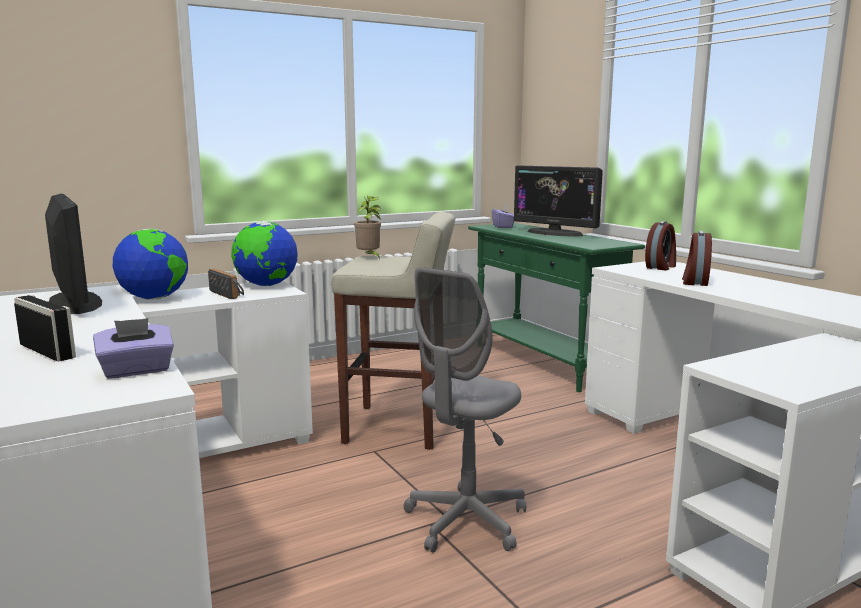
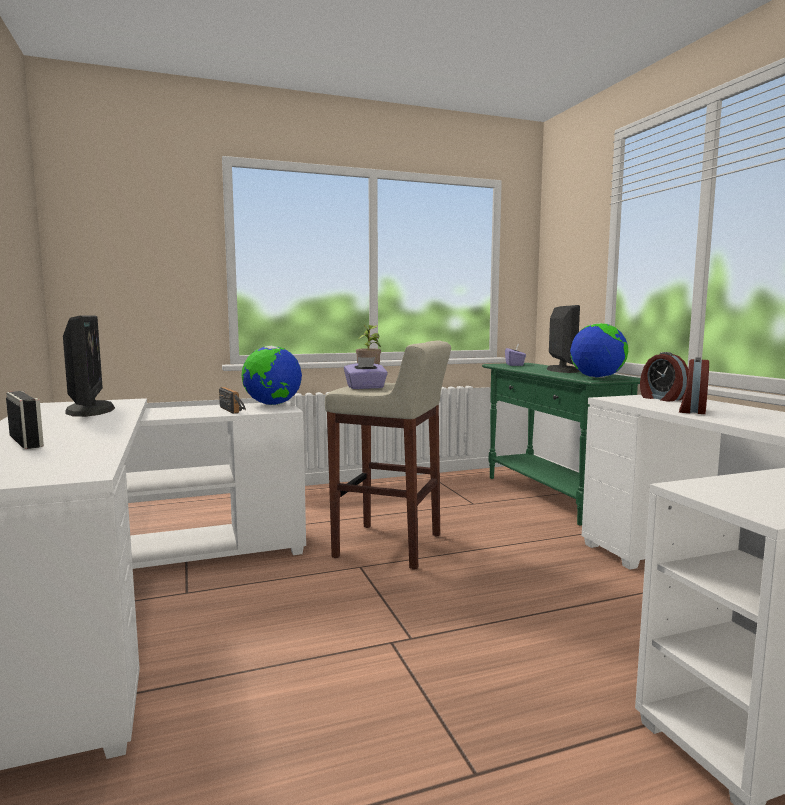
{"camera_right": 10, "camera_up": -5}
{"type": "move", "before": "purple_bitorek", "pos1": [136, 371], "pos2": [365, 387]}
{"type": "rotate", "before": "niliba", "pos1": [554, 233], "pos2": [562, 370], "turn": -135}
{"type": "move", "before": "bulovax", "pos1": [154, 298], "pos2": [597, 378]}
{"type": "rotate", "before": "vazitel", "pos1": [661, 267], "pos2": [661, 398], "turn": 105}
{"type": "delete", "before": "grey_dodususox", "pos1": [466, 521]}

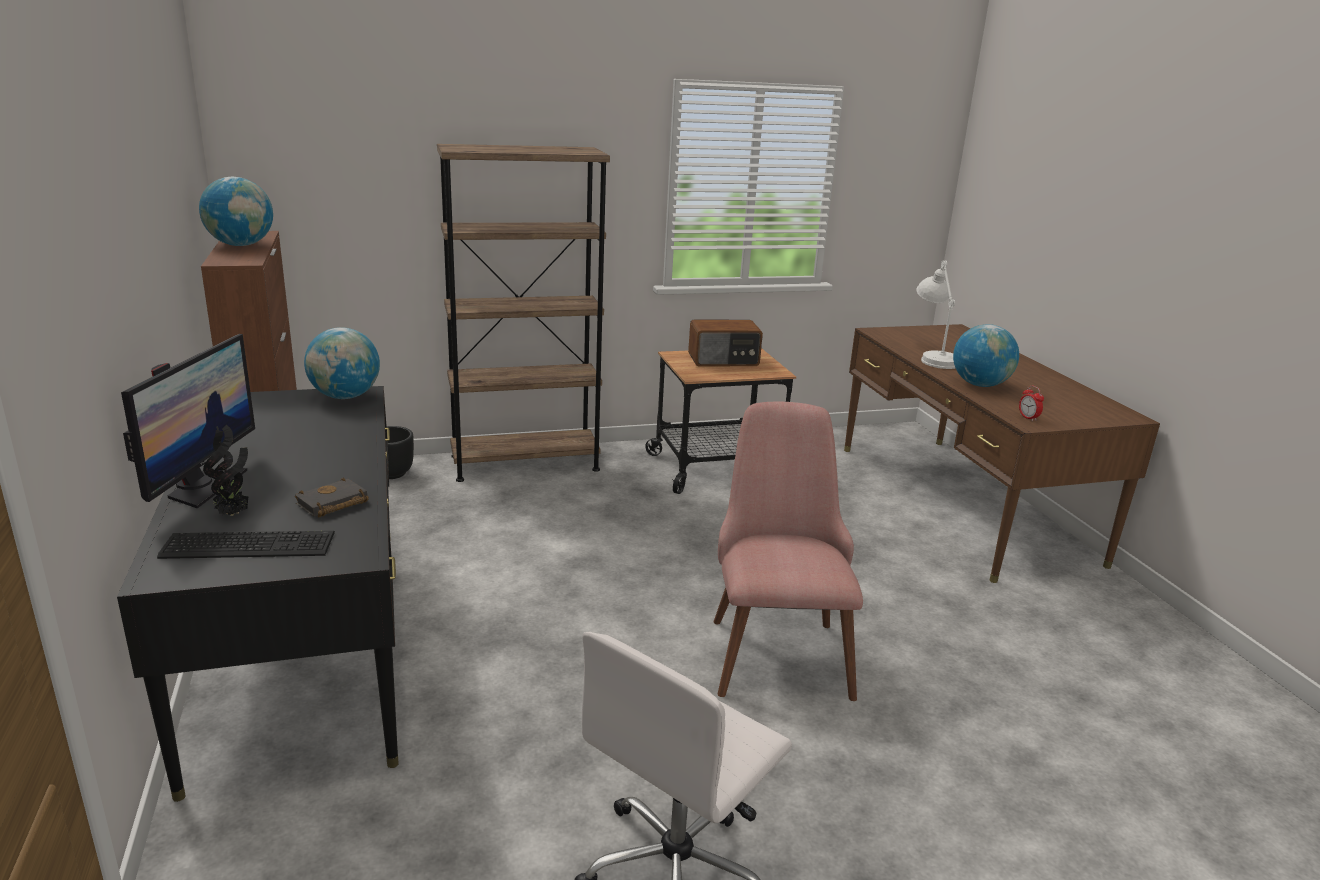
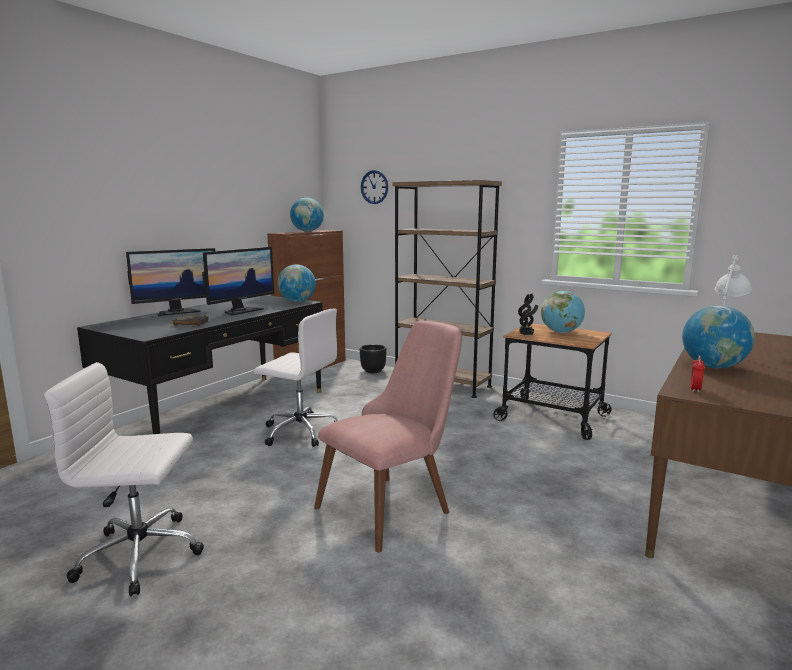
{"camera_right": 50, "camera_up": -10}
{"type": "insert", "after": "niliba", "pos2": [241, 311]}
{"type": "insert", "after": "white_dodususox", "pos2": [299, 431]}
{"type": "insert", "after": "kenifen", "pos2": [374, 187]}
{"type": "move", "before": "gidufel", "pos1": [234, 514], "pos2": [526, 336]}
{"type": "replace", "before": "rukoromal", "after": "bulovax", "pos1": [724, 360], "pos2": [561, 332]}
{"type": "delete", "before": "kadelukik", "pos1": [247, 544]}

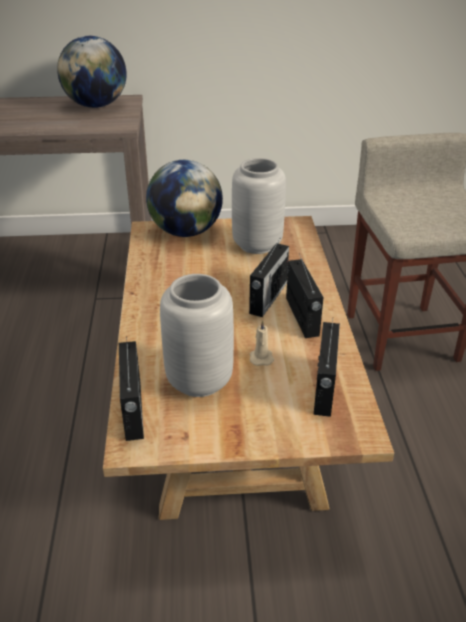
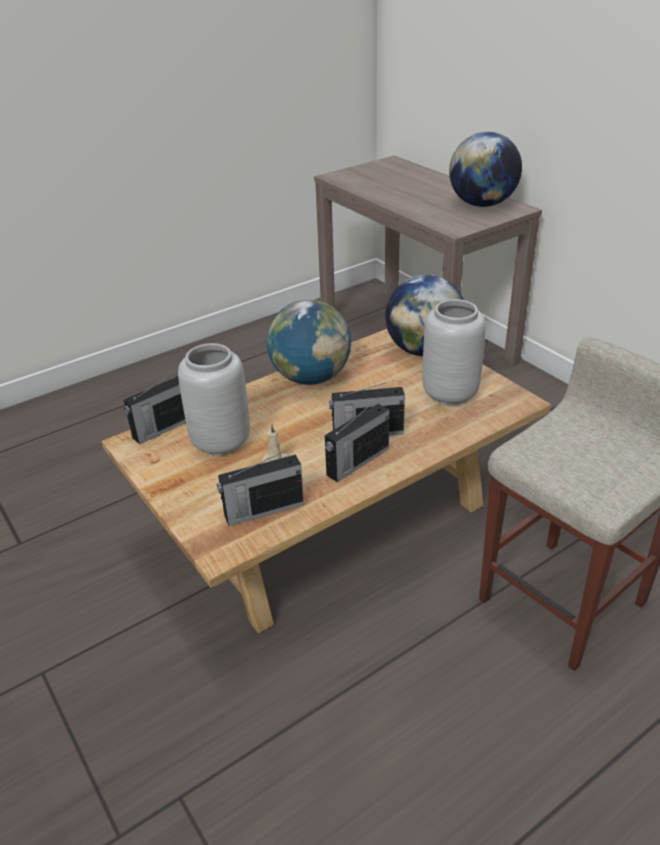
{"camera_right": 60, "camera_up": 0}
{"type": "insert", "after": "bulovax", "pos2": [311, 377]}

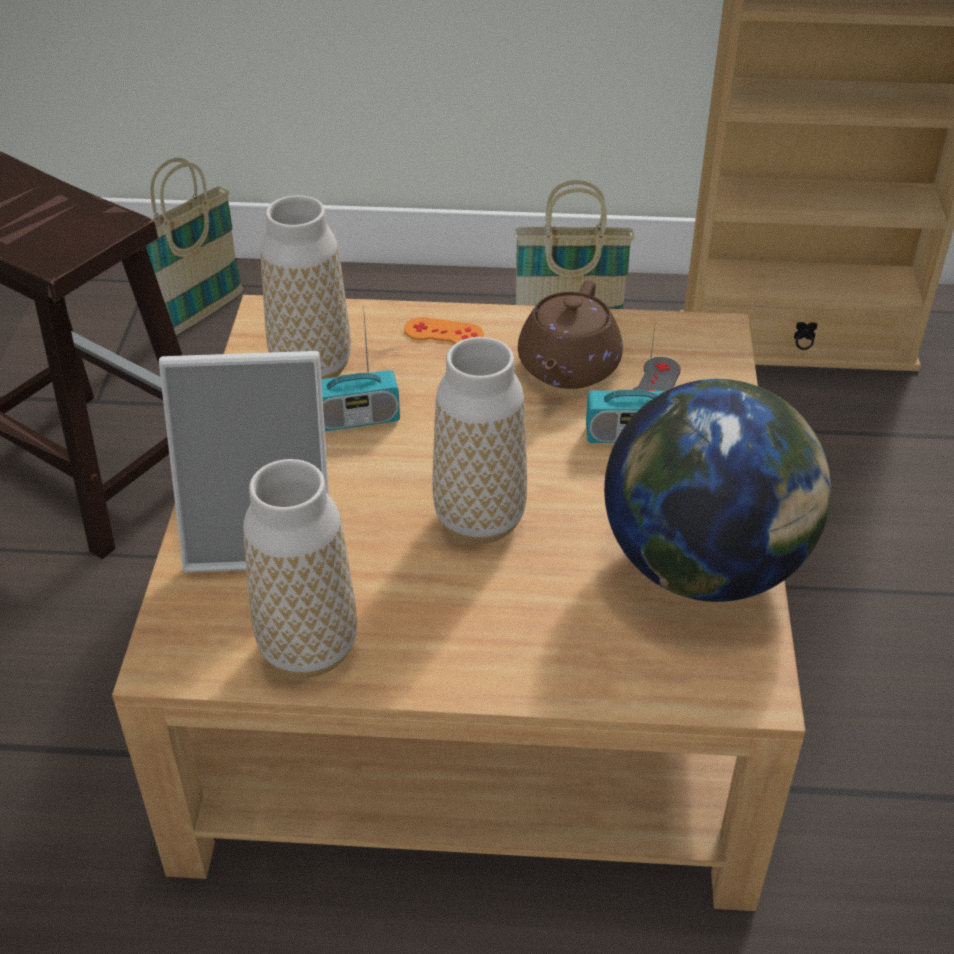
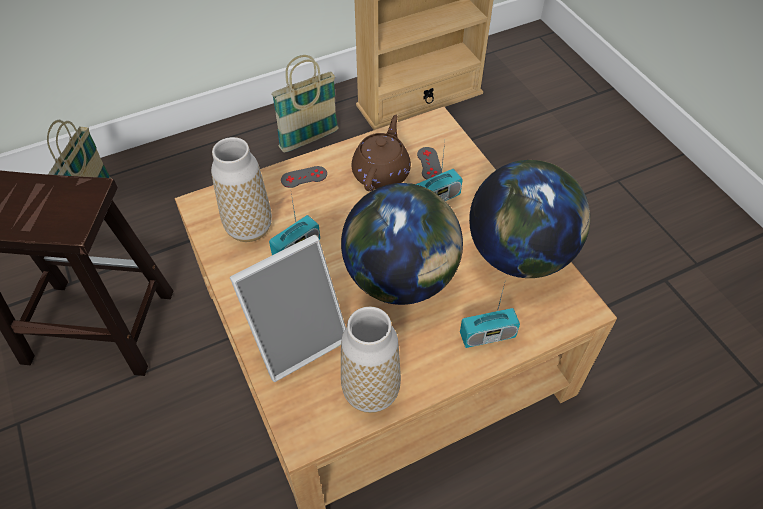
{"camera_right": -30, "camera_up": 10}
{"type": "recolor", "before": "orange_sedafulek", "after": "grey_sedafulek", "pos1": [443, 332], "pos2": [304, 177]}
{"type": "replace", "before": "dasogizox", "after": "bulovax", "pos1": [479, 520], "pos2": [401, 278]}
{"type": "rotate", "before": "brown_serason", "pos1": [567, 368], "pos2": [381, 172], "turn": -150}
{"type": "insert", "after": "rukoromal", "pos2": [487, 336]}

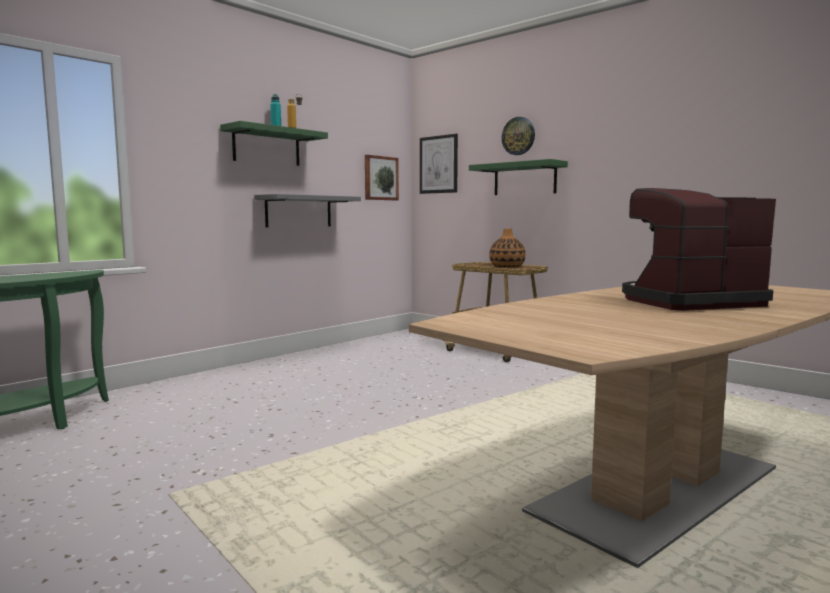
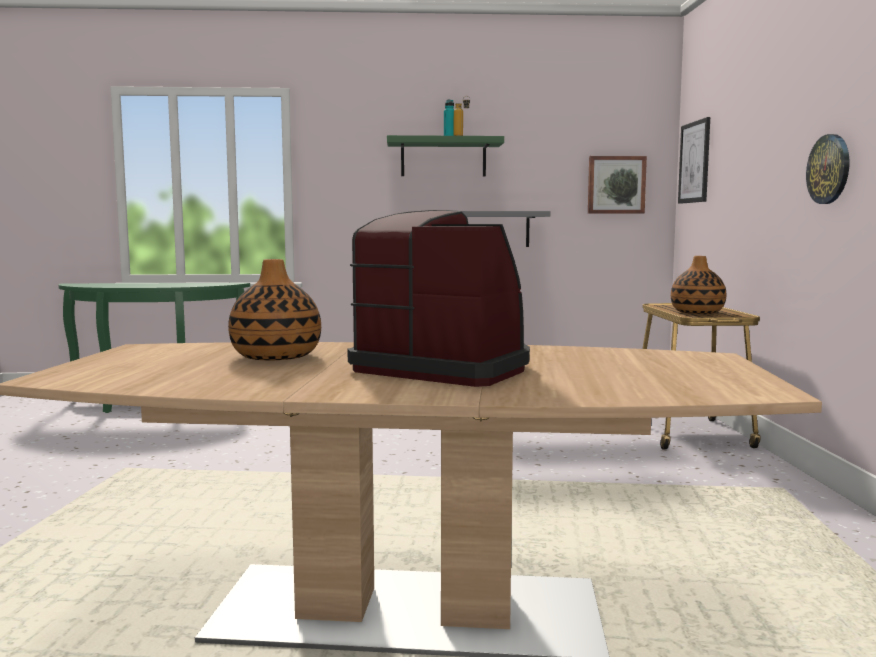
{"camera_right": 45, "camera_up": 0}
{"type": "insert", "after": "dasogizox", "pos2": [276, 356]}
{"type": "move", "before": "kenifen", "pos1": [518, 136], "pos2": [829, 169]}
{"type": "delete", "before": "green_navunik", "pos1": [524, 179]}

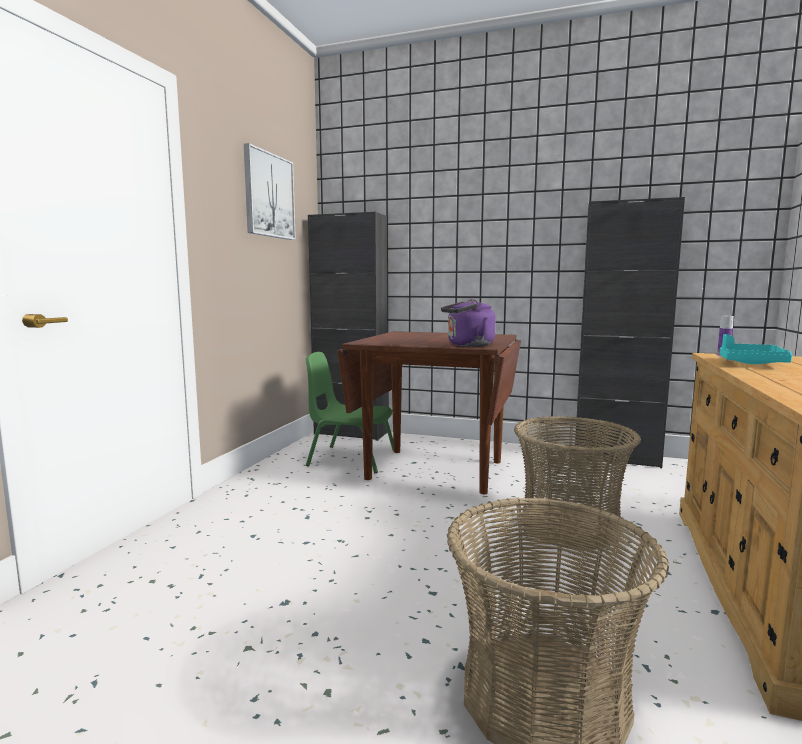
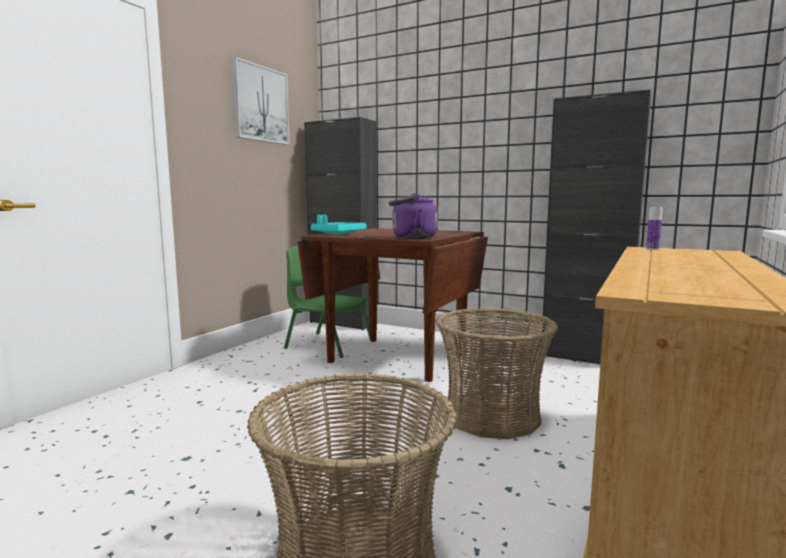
{"camera_right": 10, "camera_up": 0}
{"type": "move", "before": "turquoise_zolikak", "pos1": [749, 363], "pos2": [338, 234]}

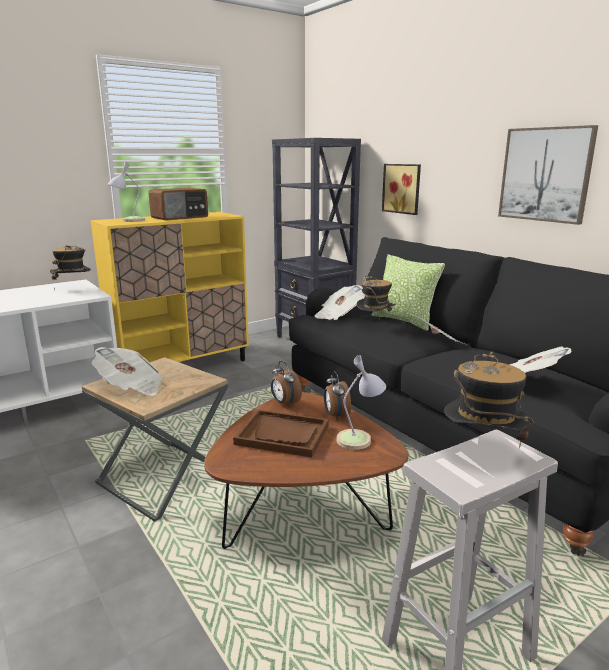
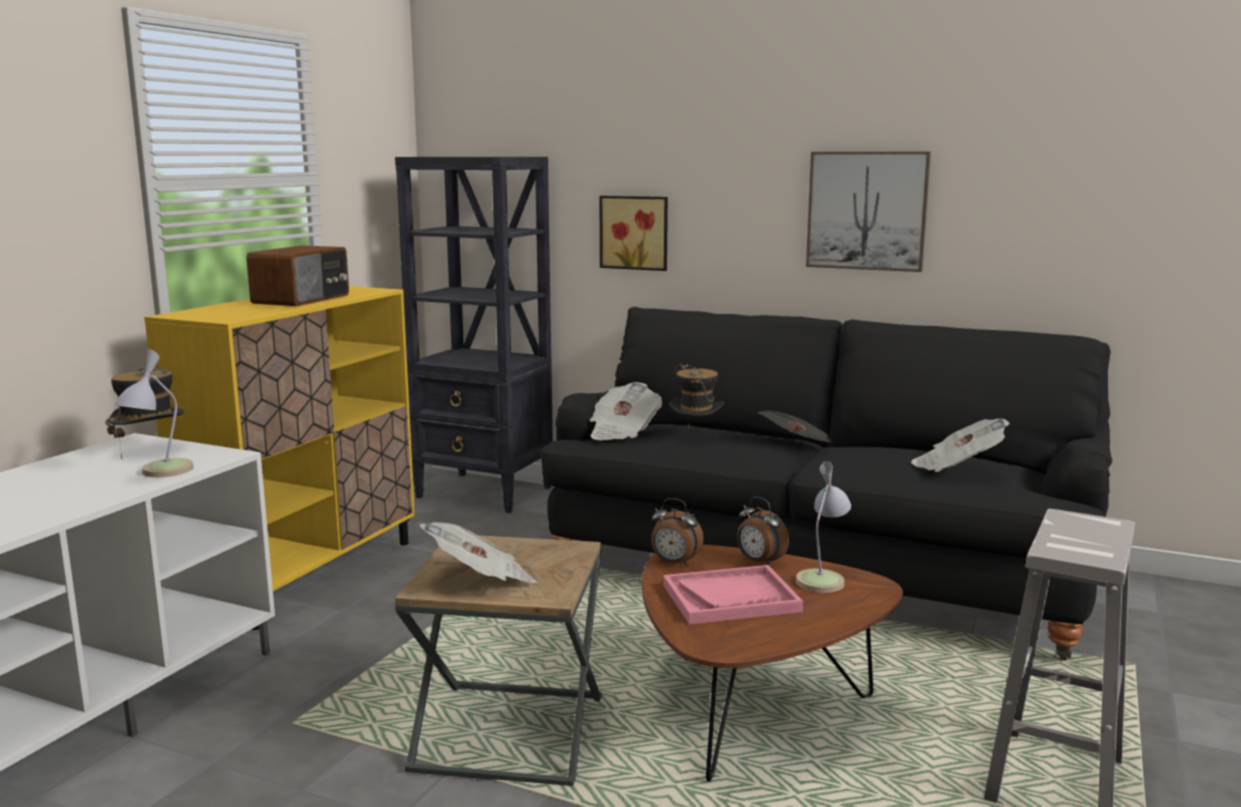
{"camera_right": -30, "camera_up": -5}
{"type": "move", "before": "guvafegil", "pos1": [128, 220], "pos2": [158, 473]}
{"type": "recolor", "before": "brown_zolikak", "after": "pink_zolikak", "pos1": [283, 435], "pos2": [731, 598]}
{"type": "delete", "before": "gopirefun", "pos1": [404, 321]}
{"type": "delete", "before": "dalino", "pos1": [482, 450]}

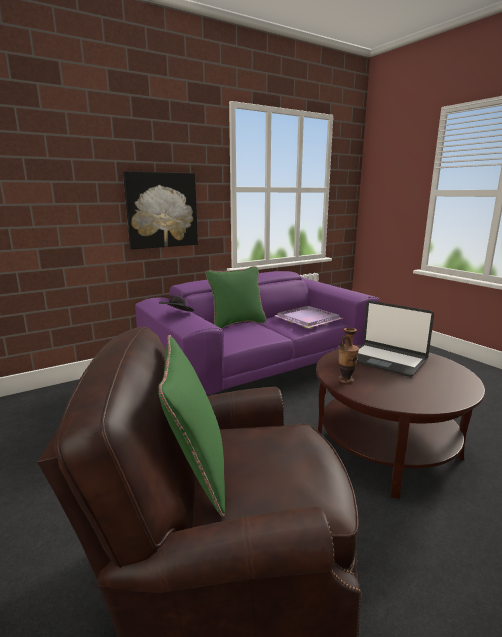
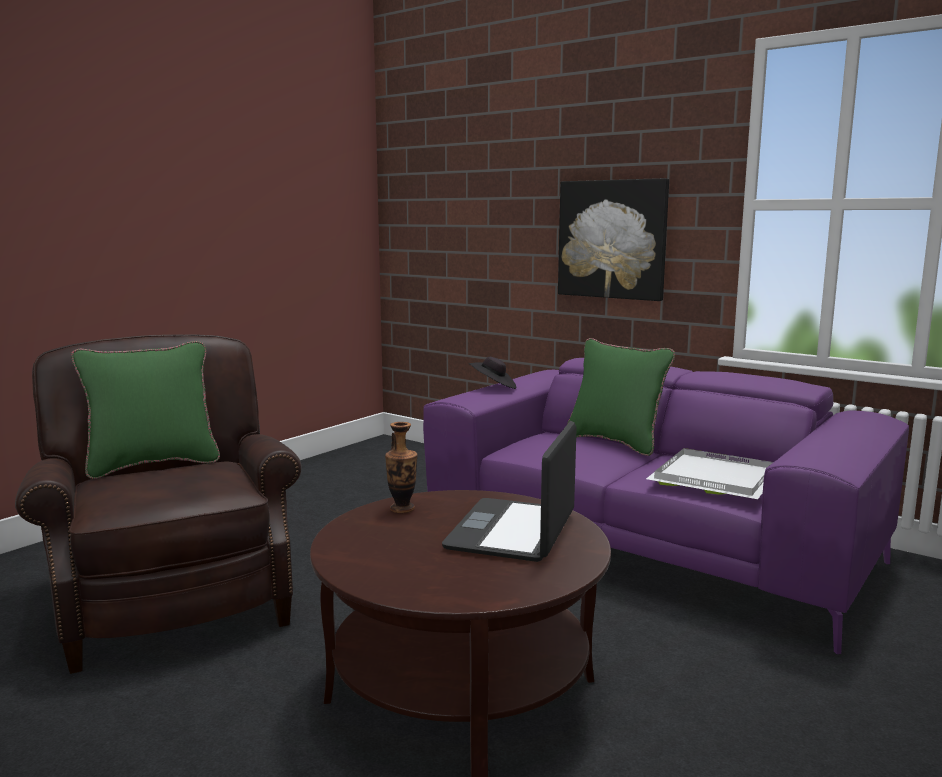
{"camera_right": 70, "camera_up": -5}
{"type": "recolor", "before": "purple_zolikak", "after": "white_zolikak", "pos1": [308, 319], "pos2": [712, 478]}

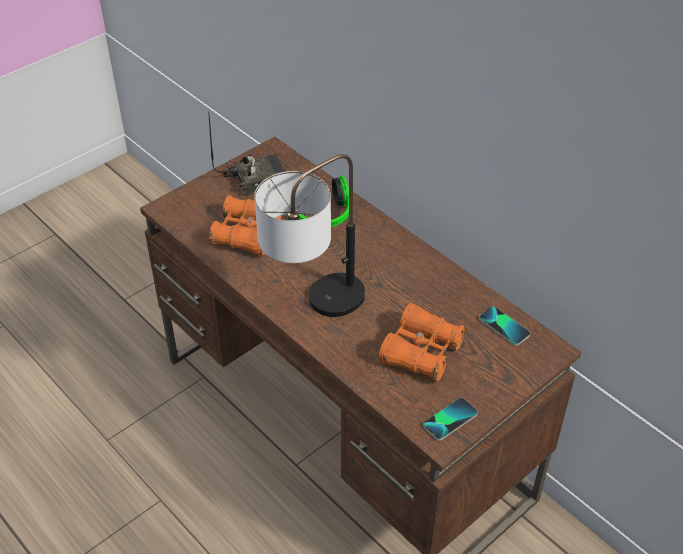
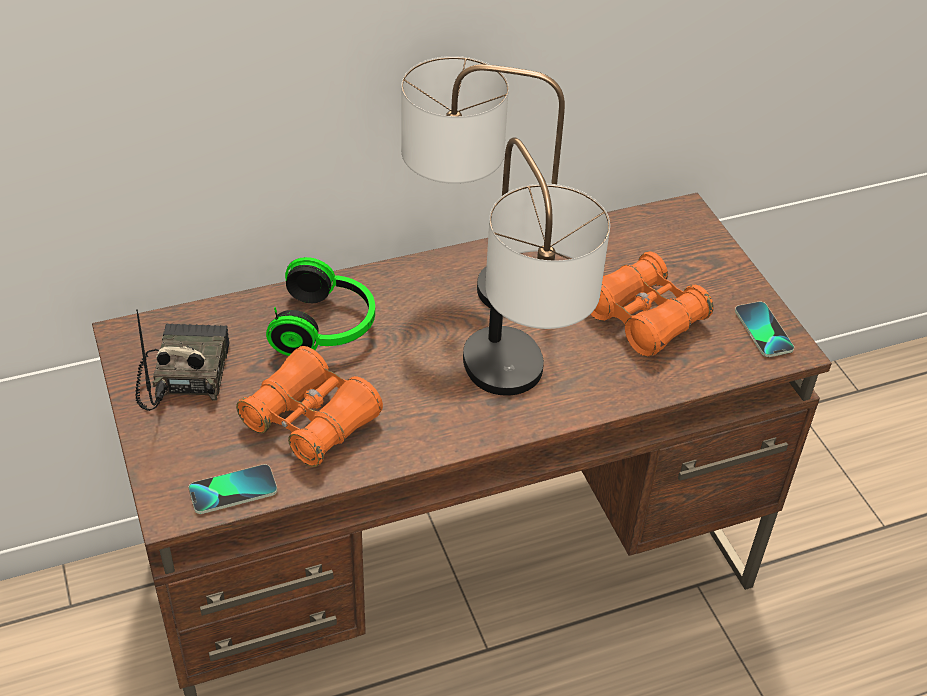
{"camera_right": -70, "camera_up": 0}
{"type": "move", "before": "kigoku", "pos1": [504, 326], "pos2": [233, 490]}
{"type": "insert", "after": "guvafegil", "pos2": [477, 284]}

